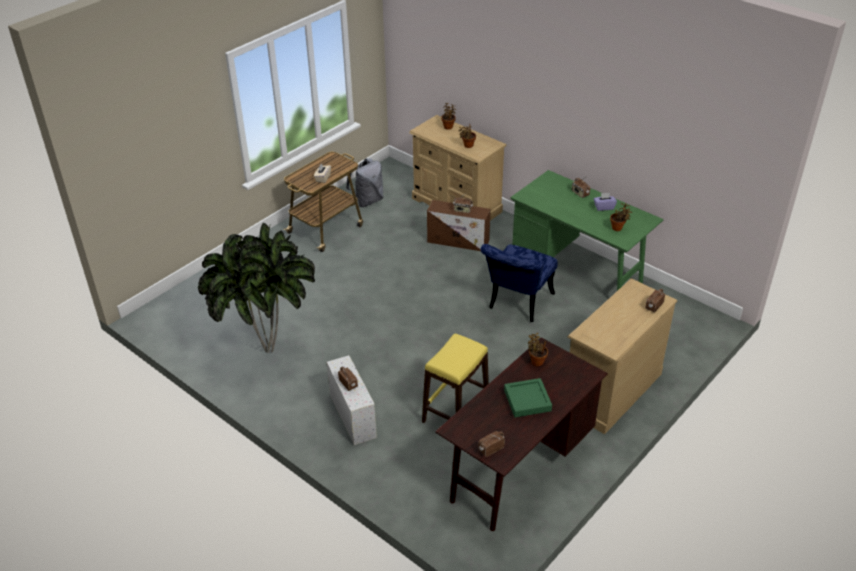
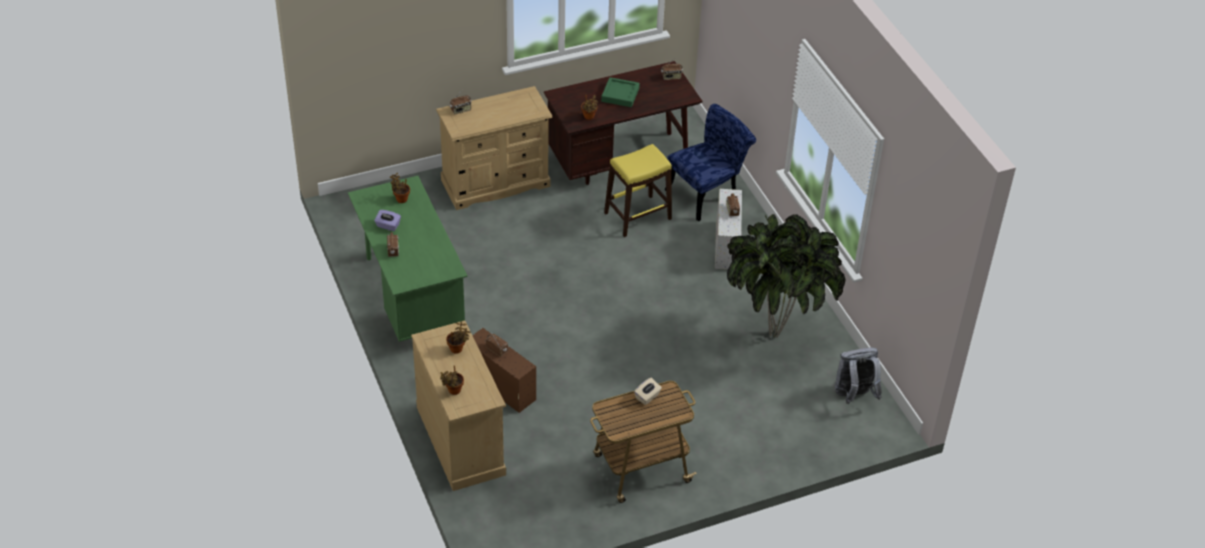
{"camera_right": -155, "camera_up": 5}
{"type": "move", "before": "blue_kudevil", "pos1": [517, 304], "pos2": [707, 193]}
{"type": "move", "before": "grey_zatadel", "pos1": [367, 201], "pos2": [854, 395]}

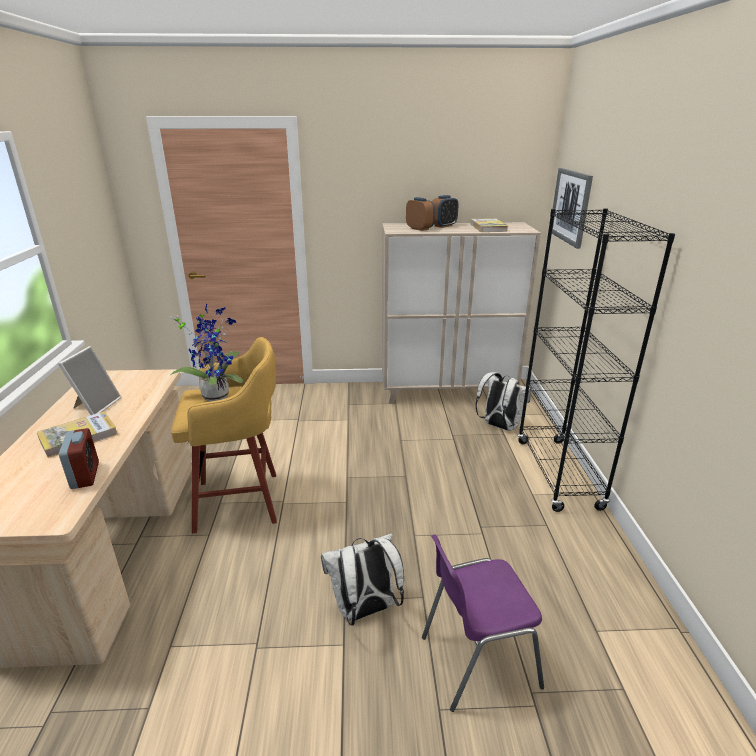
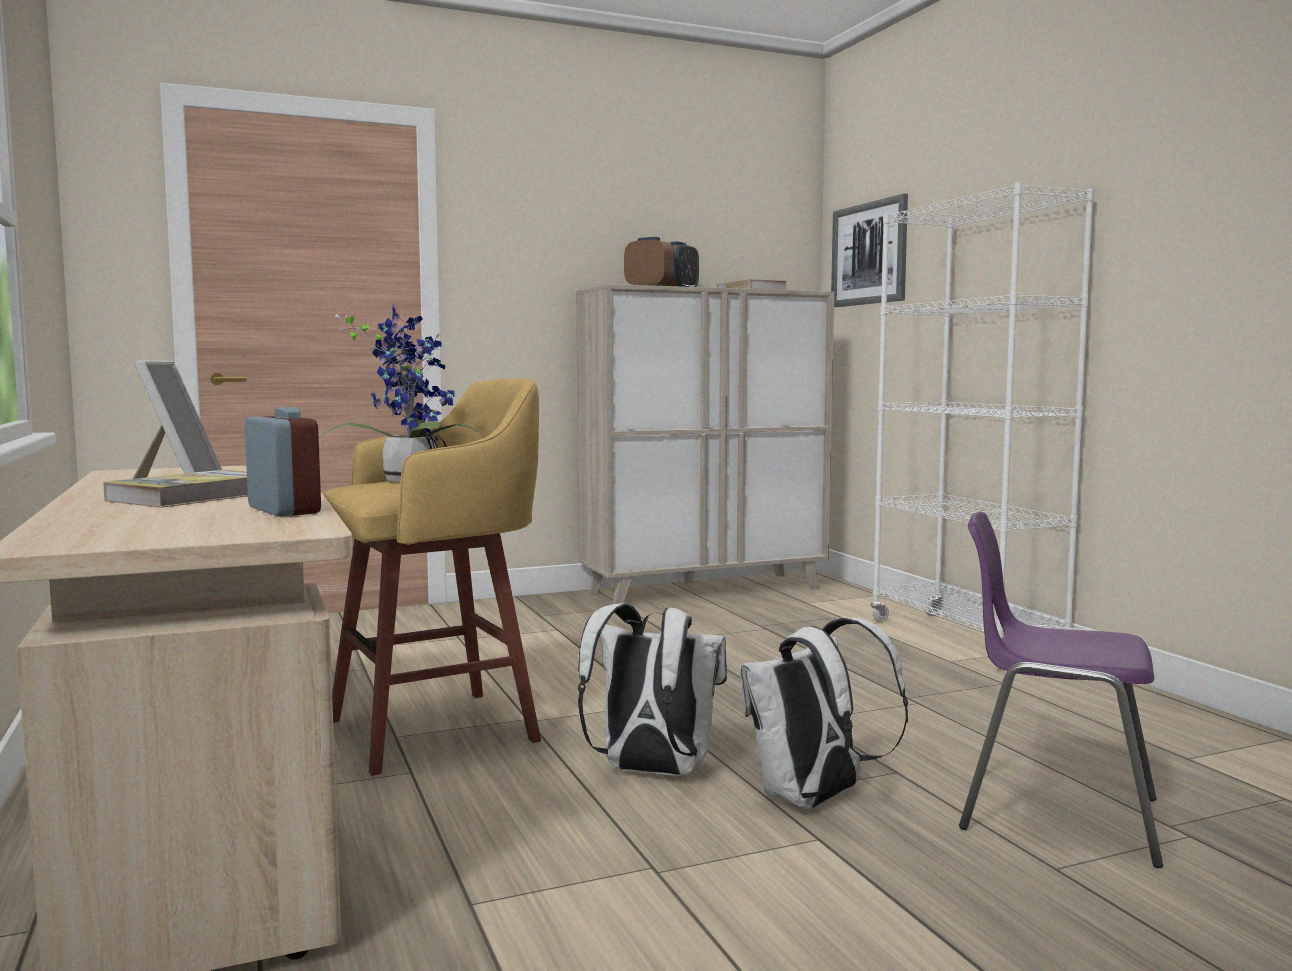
{"camera_right": -20, "camera_up": -20}
{"type": "move", "before": "white_zatadel", "pos1": [499, 426], "pos2": [651, 772]}
{"type": "recolor", "before": "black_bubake", "after": "white_bubake", "pos1": [557, 474], "pos2": [965, 640]}
{"type": "rotate", "before": "purple_kudevil", "pos1": [476, 660], "pos2": [1053, 813], "turn": 60}

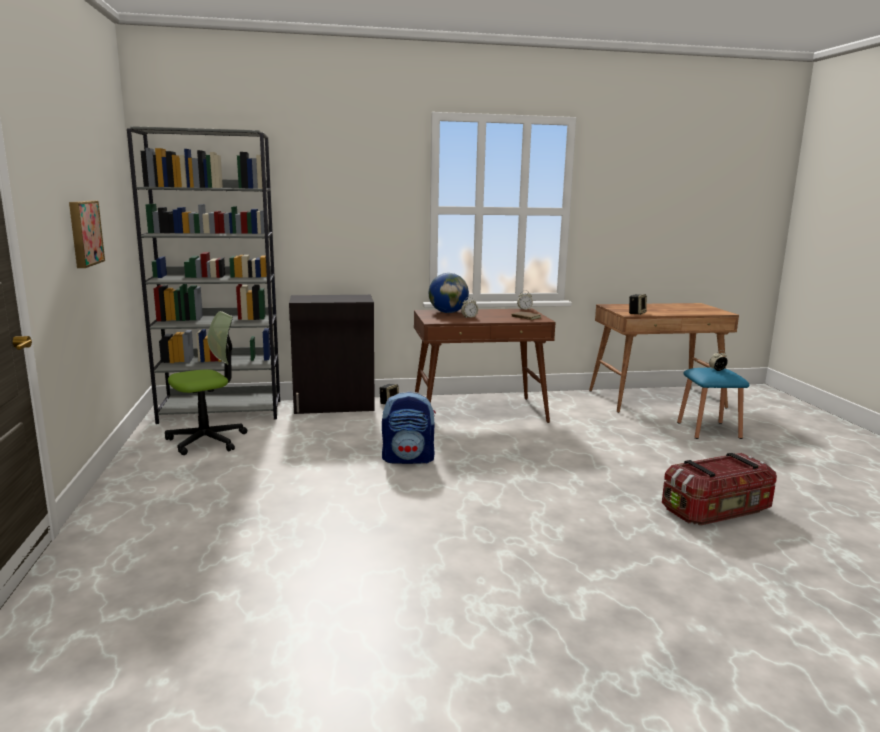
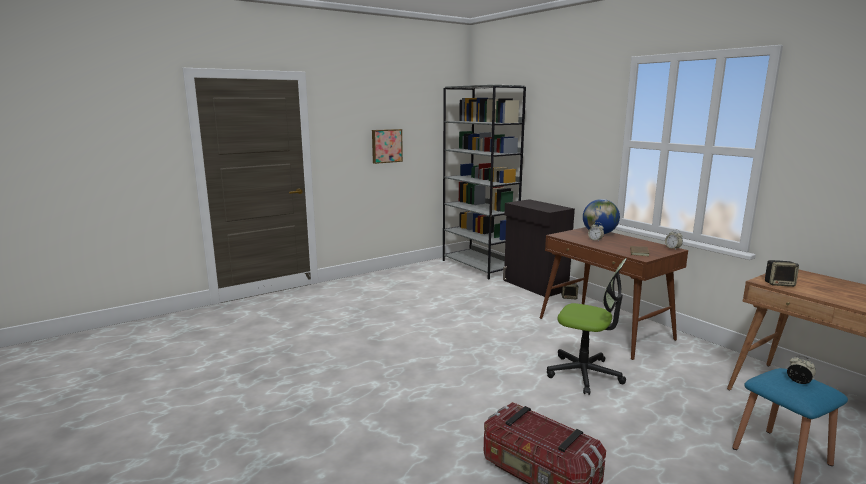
{"camera_right": 65, "camera_up": 0}
{"type": "move", "before": "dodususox", "pos1": [207, 440], "pos2": [584, 374]}
{"type": "delete", "before": "zatadel", "pos1": [408, 459]}

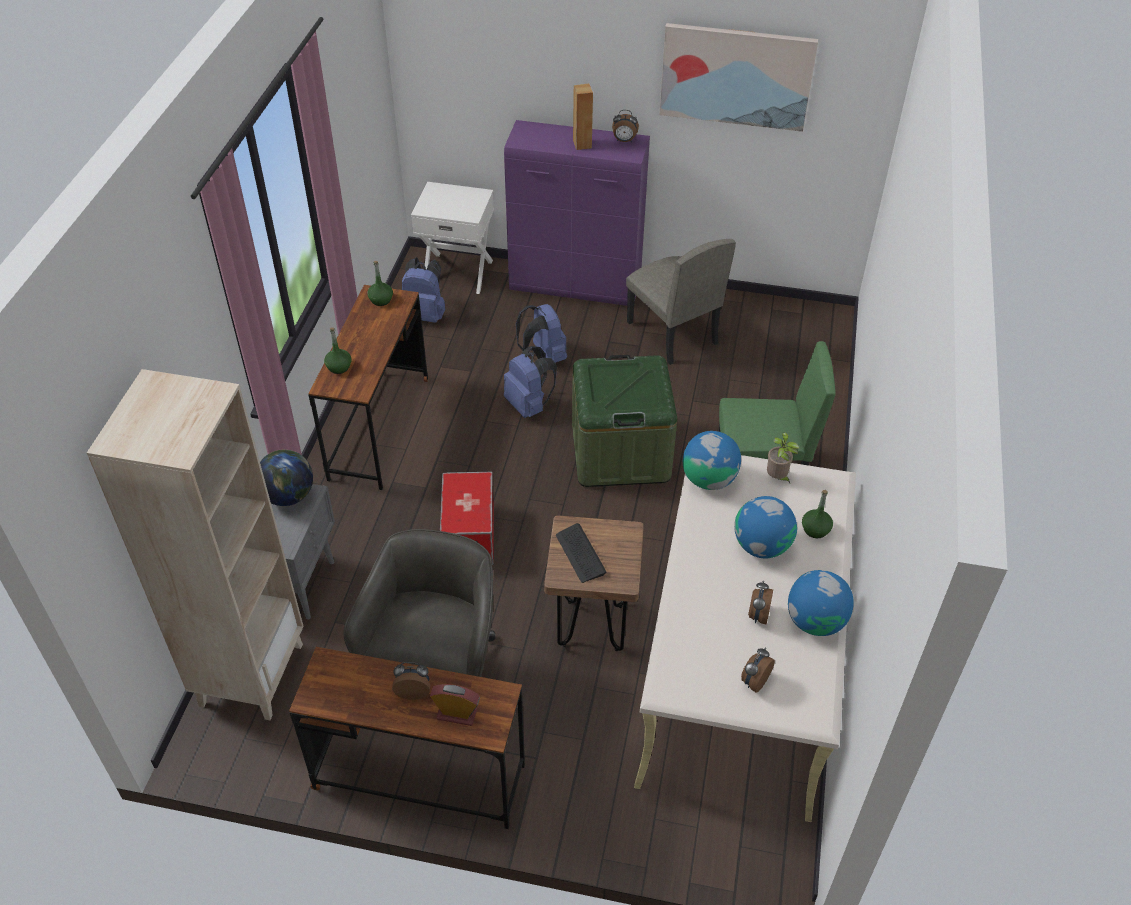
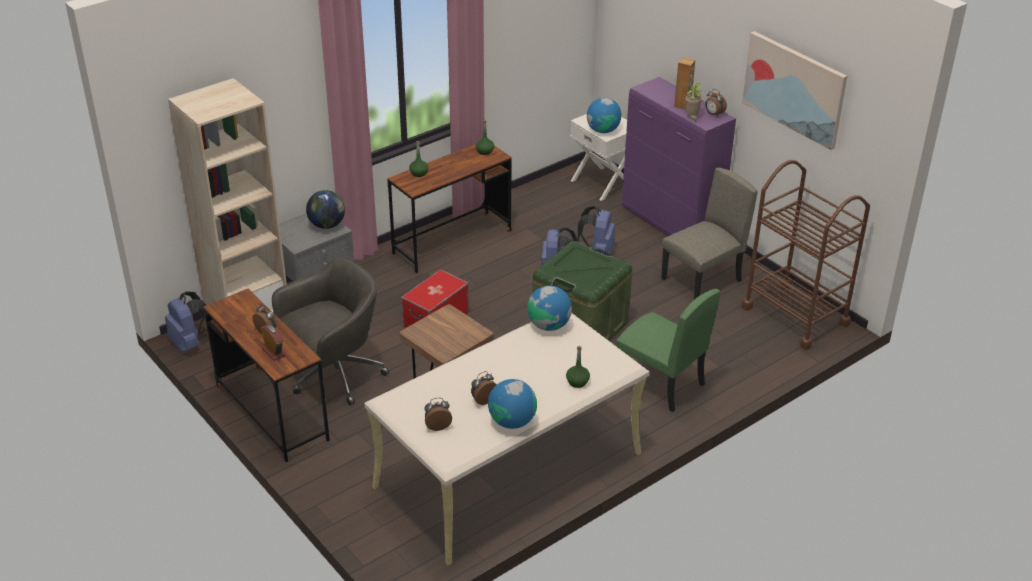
{"camera_right": 40, "camera_up": -10}
{"type": "move", "before": "blue_zatadel", "pos1": [425, 315], "pos2": [189, 343]}
{"type": "move", "before": "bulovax", "pos1": [762, 546], "pos2": [603, 130]}
{"type": "rotate", "before": "beige_kudevil", "pos1": [671, 333], "pos2": [702, 280], "turn": -135}
{"type": "move", "before": "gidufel", "pos1": [777, 478], "pos2": [692, 117]}
{"type": "insert", "after": "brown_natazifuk", "pos2": [795, 315]}
{"type": "delete", "before": "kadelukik", "pos1": [580, 554]}

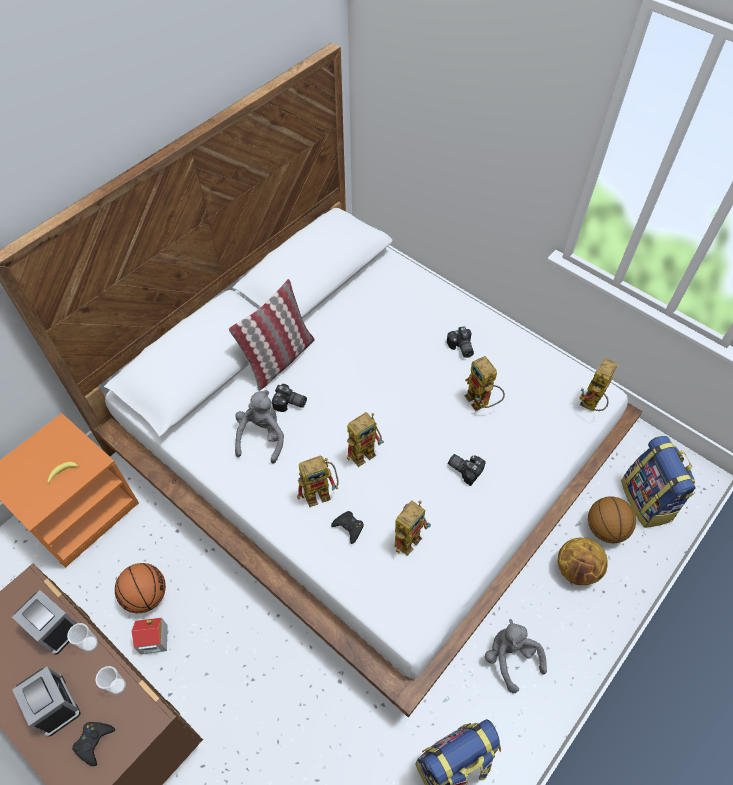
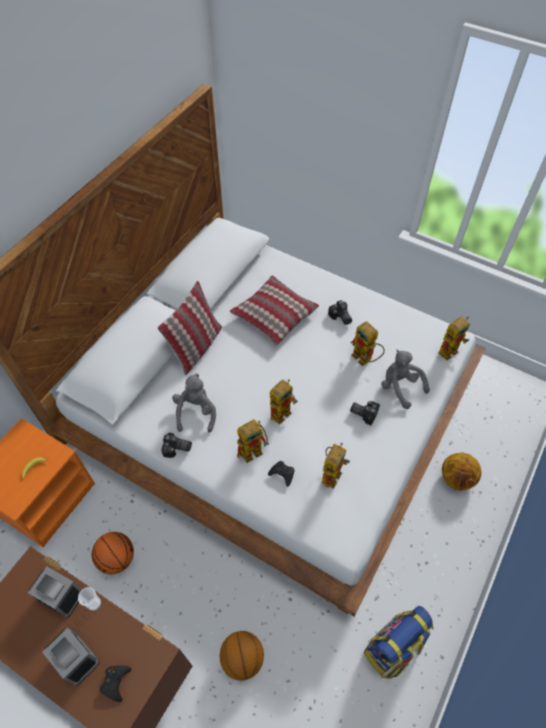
{"camera_right": -10, "camera_up": 0}
{"type": "move", "before": "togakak", "pos1": [290, 404], "pos2": [177, 449]}
{"type": "move", "before": "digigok", "pos1": [605, 529], "pos2": [242, 659]}
{"type": "insert", "after": "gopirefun", "pos2": [274, 315]}
{"type": "move", "before": "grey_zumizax", "pos1": [510, 657], "pos2": [400, 387]}
{"type": "rotate", "before": "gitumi", "pos1": [590, 406], "pos2": [450, 349], "turn": -150}
{"type": "delete", "before": "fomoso", "pos1": [117, 686]}
{"type": "delete", "before": "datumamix", "pos1": [153, 639]}
{"type": "delete", "before": "zatadel", "pos1": [647, 501]}

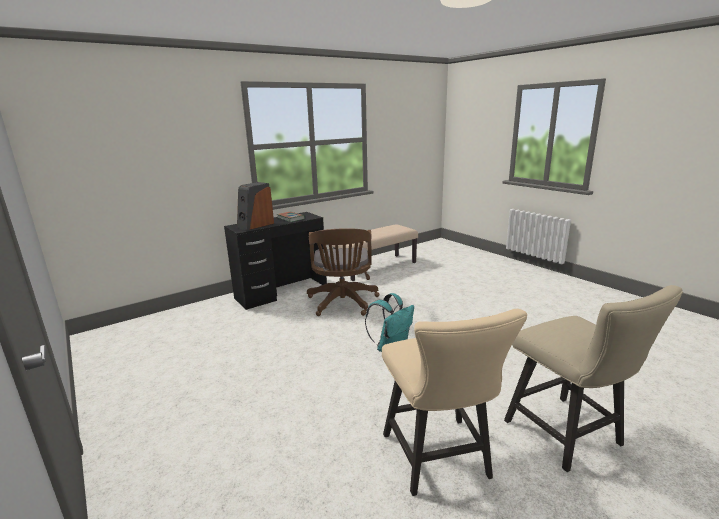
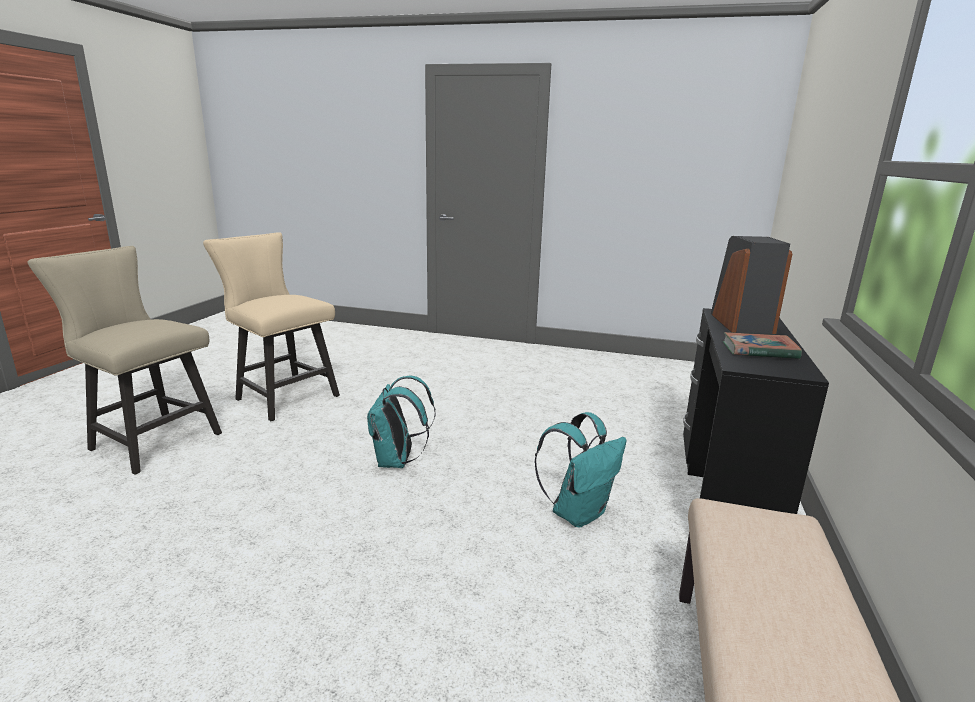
{"camera_right": 140, "camera_up": 0}
{"type": "replace", "before": "brown_dodususox", "after": "turquoise_zatadel", "pos1": [343, 304], "pos2": [578, 512]}

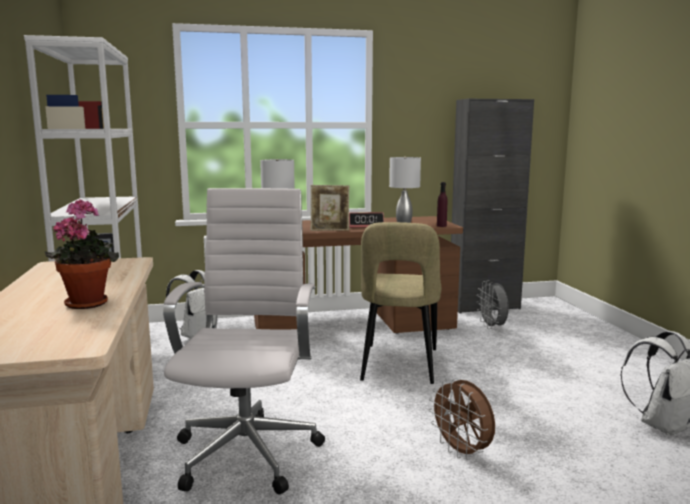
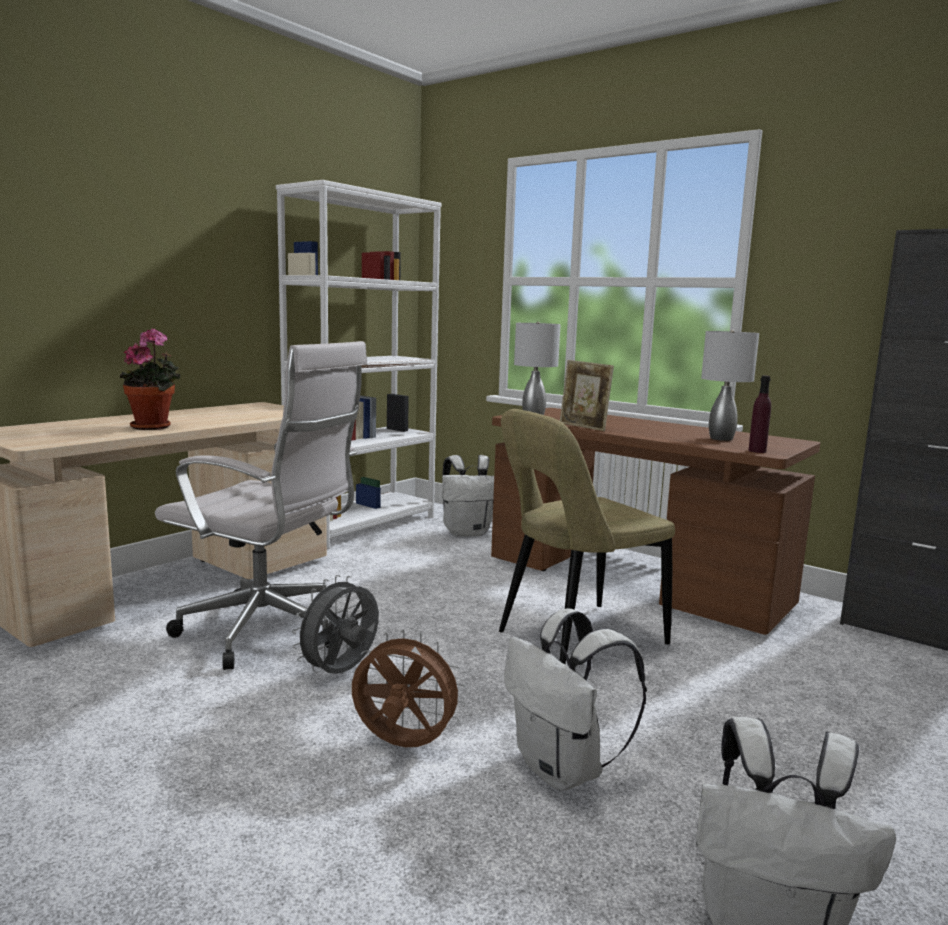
{"camera_right": 50, "camera_up": 0}
{"type": "rotate", "before": "white_dodususox", "pos1": [248, 450], "pos2": [269, 632], "turn": 60}
{"type": "move", "before": "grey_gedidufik", "pos1": [492, 327], "pos2": [341, 673]}
{"type": "rotate", "before": "brown_gedidufik", "pos1": [462, 452], "pos2": [402, 746], "turn": 90}
{"type": "insert", "after": "white_zatadel", "pos2": [563, 770]}
{"type": "delete", "before": "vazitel", "pos1": [365, 225]}

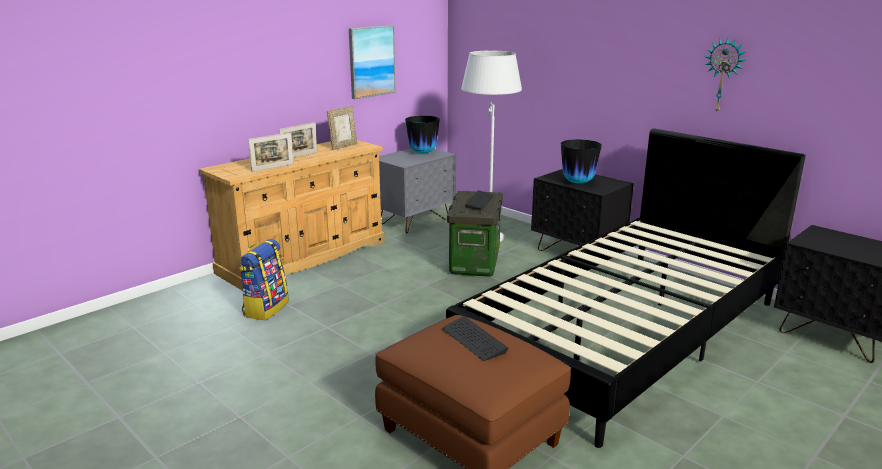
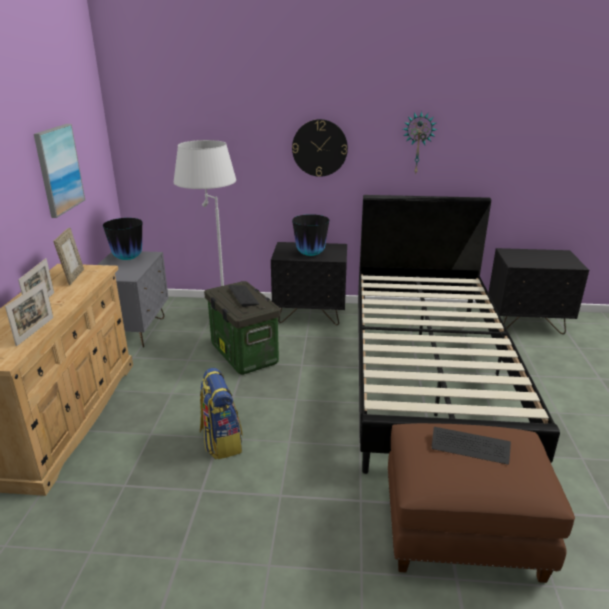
{"camera_right": -40, "camera_up": 5}
{"type": "move", "before": "zatadel", "pos1": [265, 308], "pos2": [221, 441]}
{"type": "insert", "after": "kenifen", "pos2": [319, 148]}

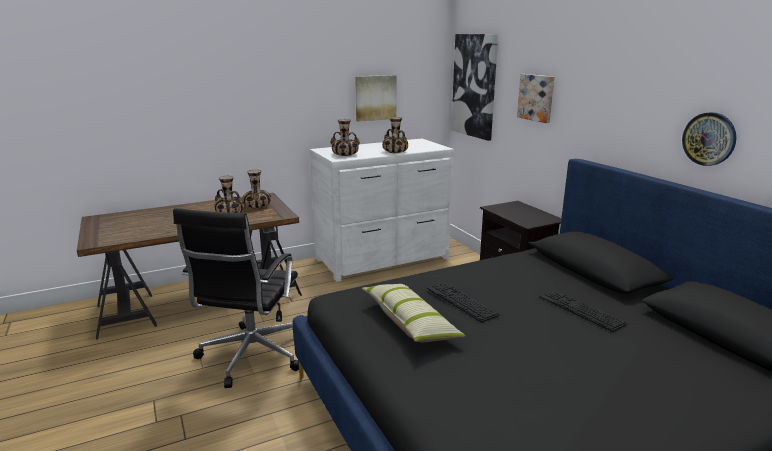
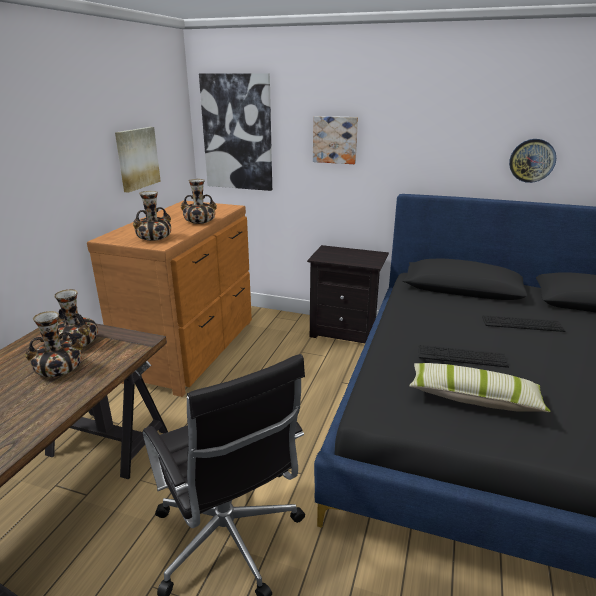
{"camera_right": -45, "camera_up": 5}
{"type": "recolor", "before": "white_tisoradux", "after": "brown_tisoradux", "pos1": [383, 259], "pos2": [192, 349]}

